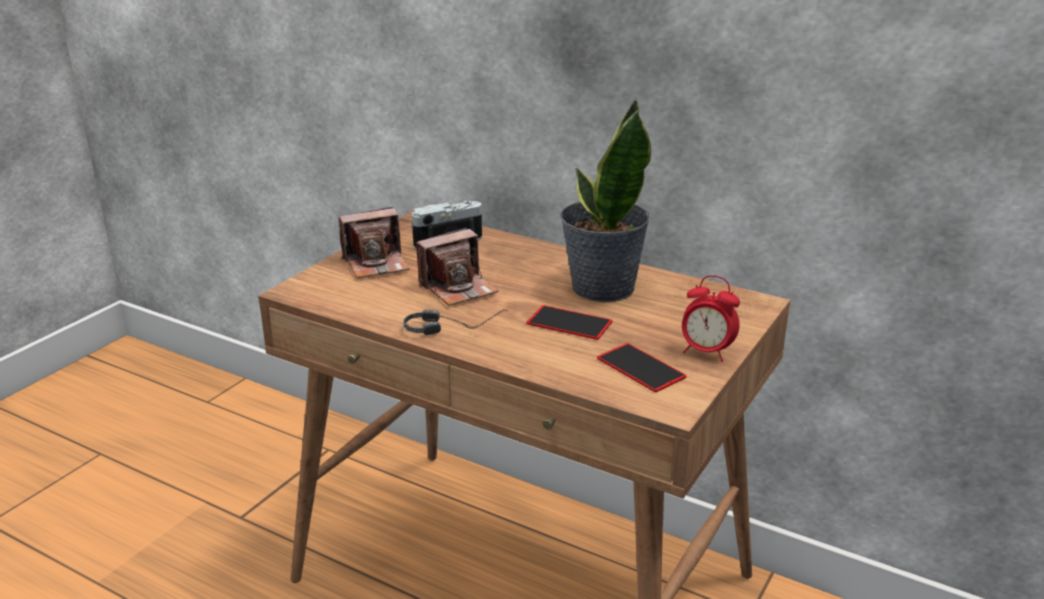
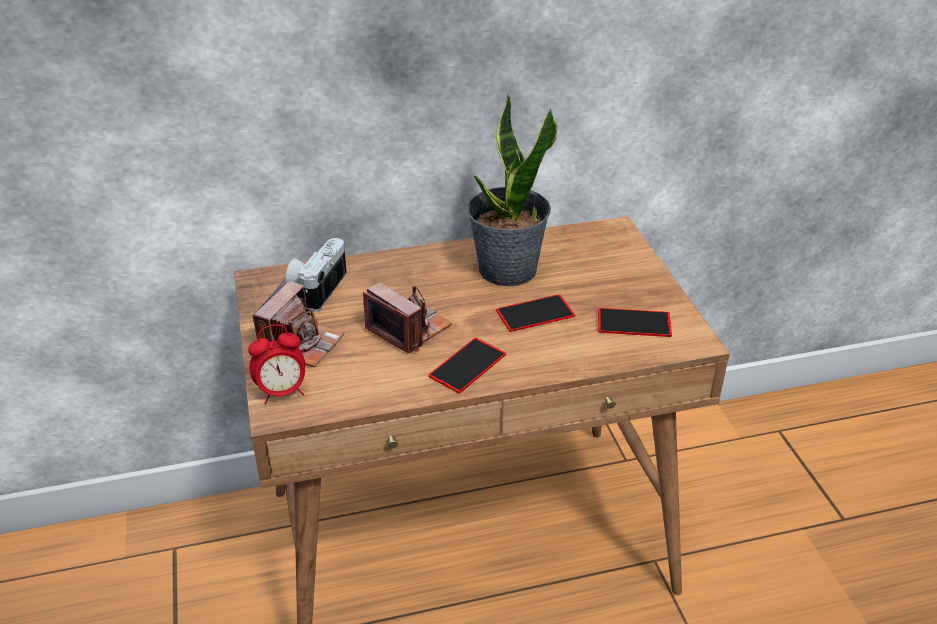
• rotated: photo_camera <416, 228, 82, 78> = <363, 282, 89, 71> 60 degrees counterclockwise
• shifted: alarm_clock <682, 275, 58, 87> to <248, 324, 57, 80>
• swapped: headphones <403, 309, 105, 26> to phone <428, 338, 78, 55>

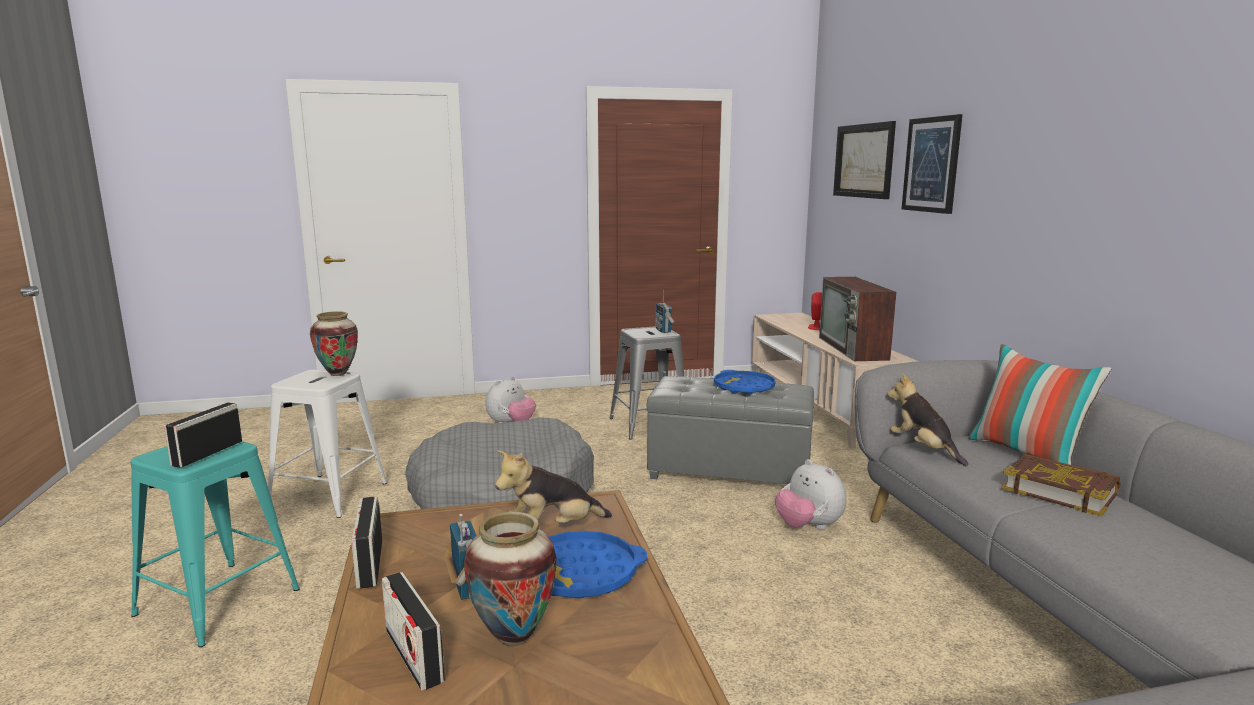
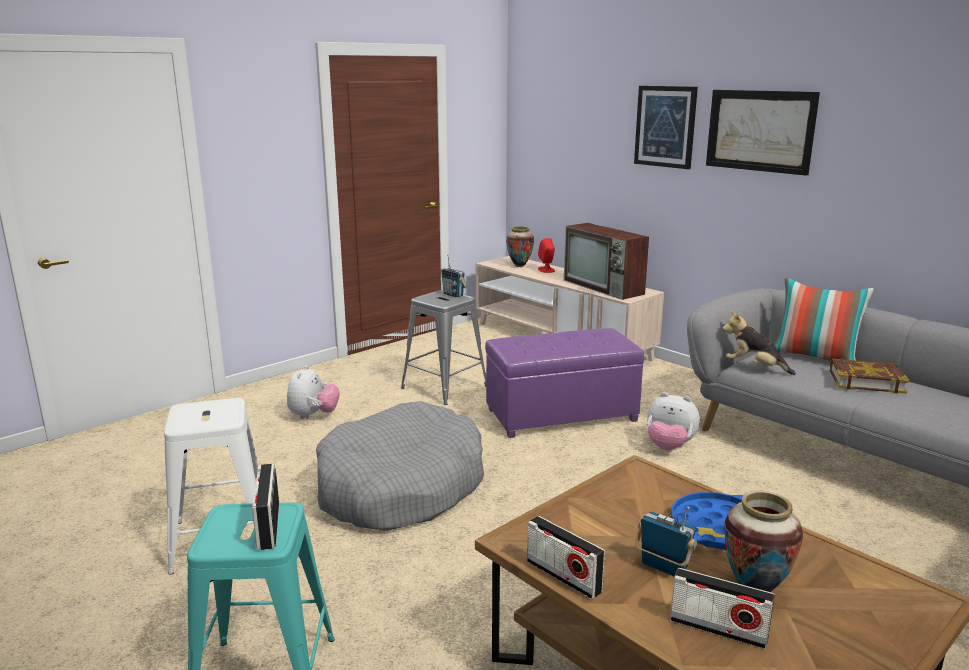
• shifted: picture <833, 121, 63, 78> to <706, 90, 114, 86>
• shifted: vase <310, 311, 48, 65> to <506, 226, 28, 41>
• gone: blue_tray <714, 370, 62, 24>
• repainted: grey_ottoman <647, 376, 167, 108> to purple_ottoman <485, 328, 159, 110>
• gone: plush_toy <495, 450, 117, 73>

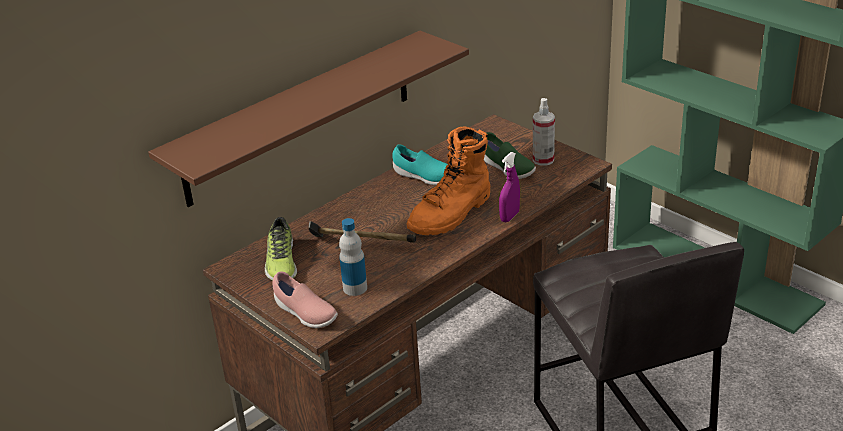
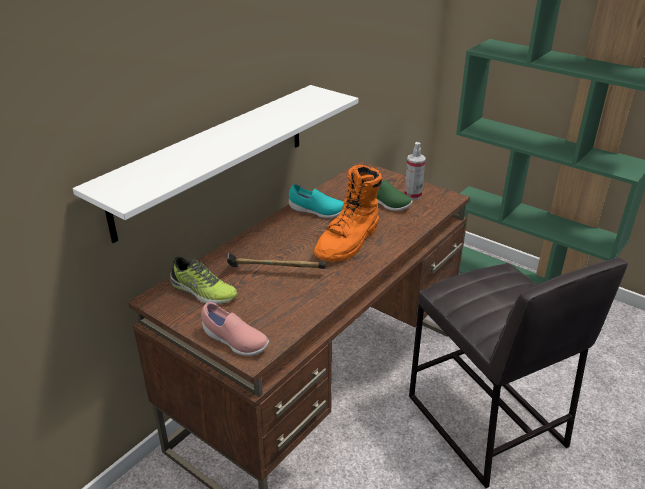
• repainted: brown_shelf <148, 31, 321, 176> to white_shelf <73, 85, 285, 158>
• gone: purple_spray_bottle <499, 152, 21, 70>
• rotated: shoe <265, 217, 32, 64> = <170, 257, 68, 47> 45 degrees counterclockwise
• gone: bottle <339, 218, 28, 78>

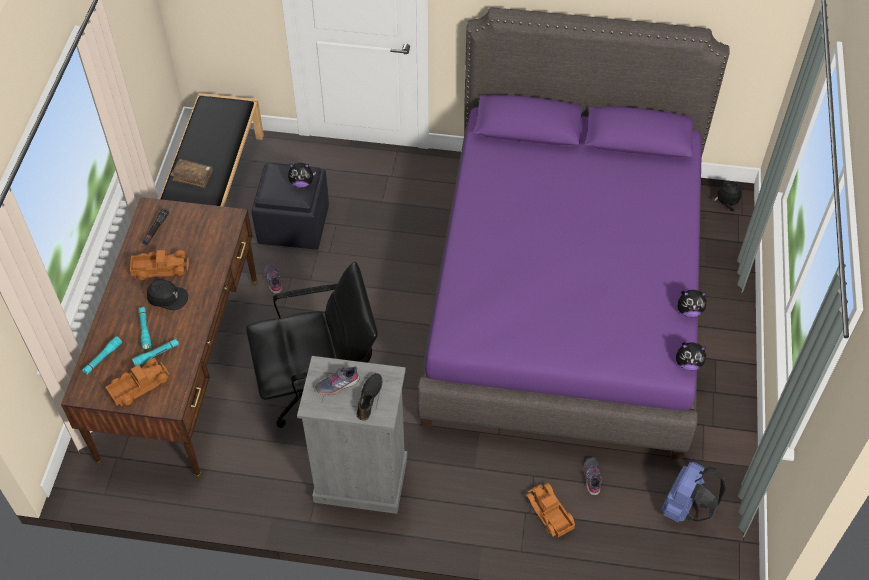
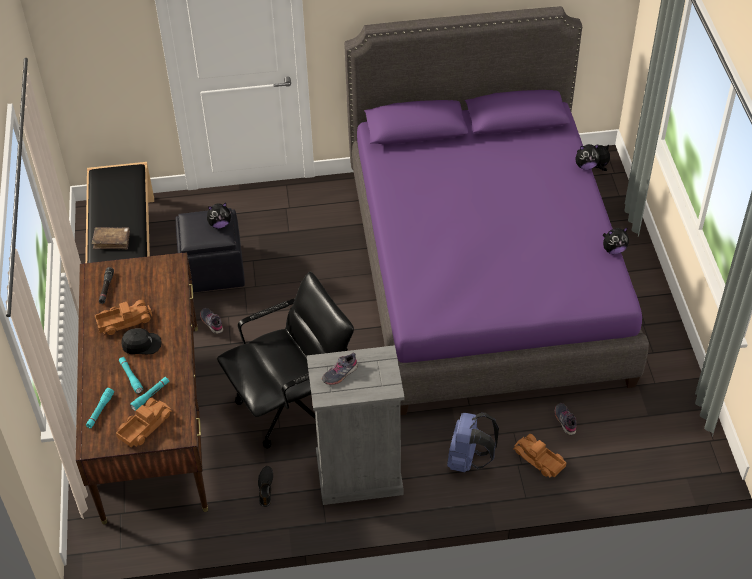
• shifted: plush_toy <676, 342, 32, 28> to <576, 144, 24, 26>
• shifted: black_shoe <357, 373, 25, 47> to <258, 466, 15, 41>
• shifted: blue_backpack <661, 462, 65, 61> to <447, 413, 52, 59>

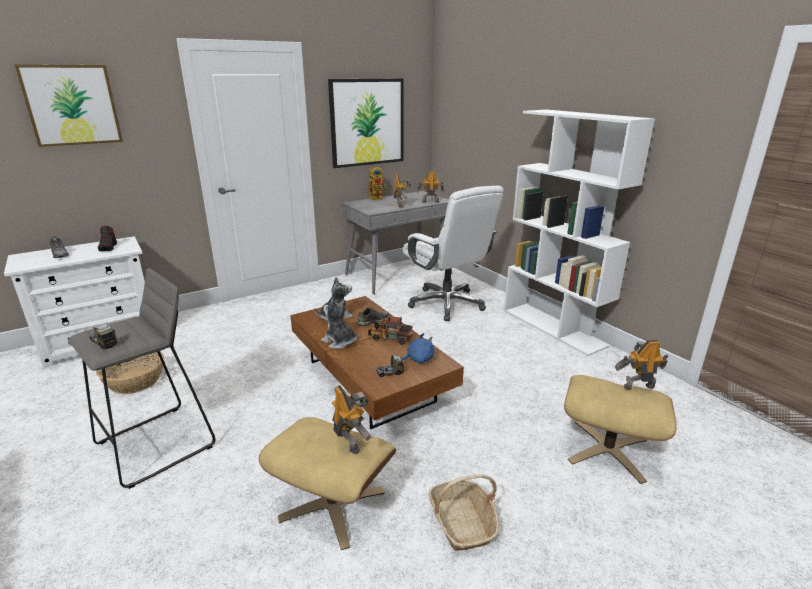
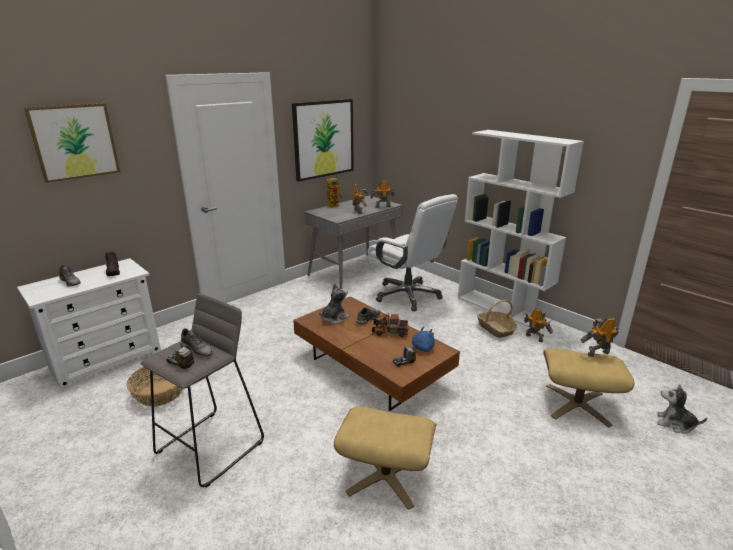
• shifted: plush_toy <321, 299, 36, 50> to <657, 384, 50, 50>
• shifted: toy_robot <332, 385, 40, 69> to <524, 308, 29, 34>
• shifted: basket <429, 474, 70, 77> to <477, 300, 41, 38>
• new: grey_shoe <180, 328, 33, 30>

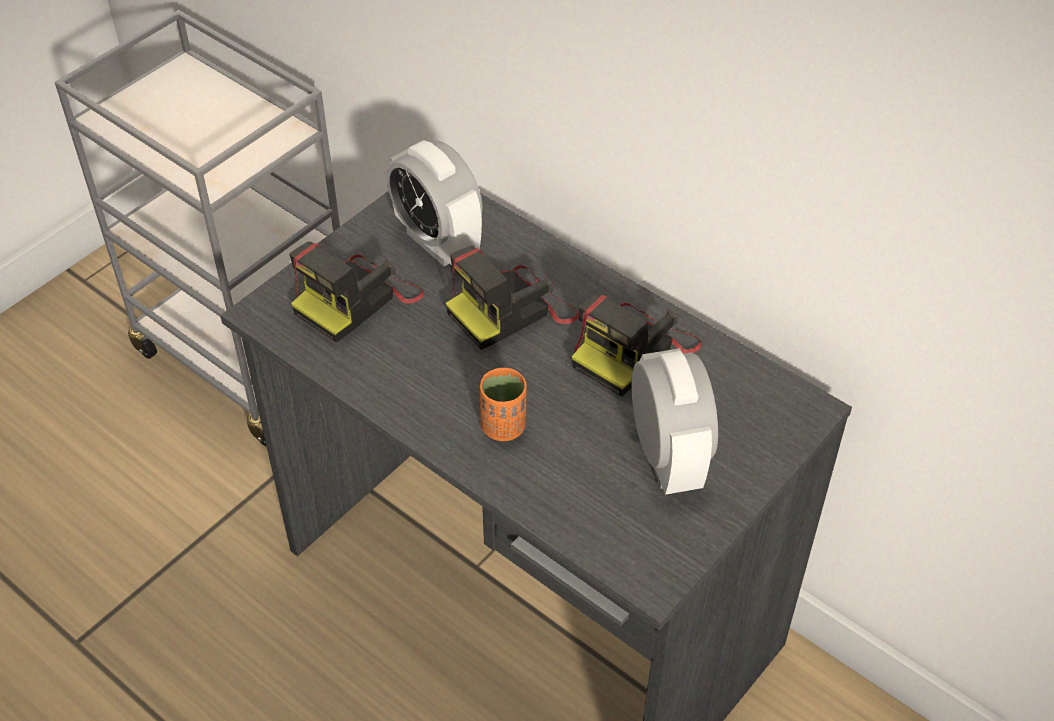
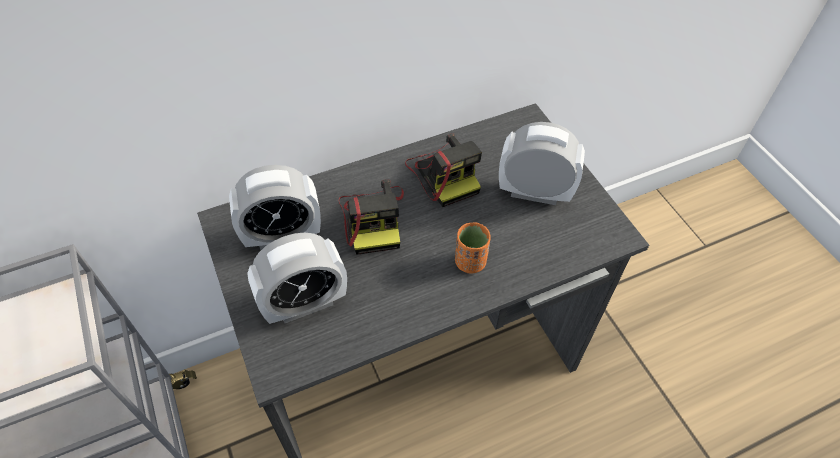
• swapped: photo_camera <289, 241, 135, 102> to alarm_clock <247, 233, 100, 91>

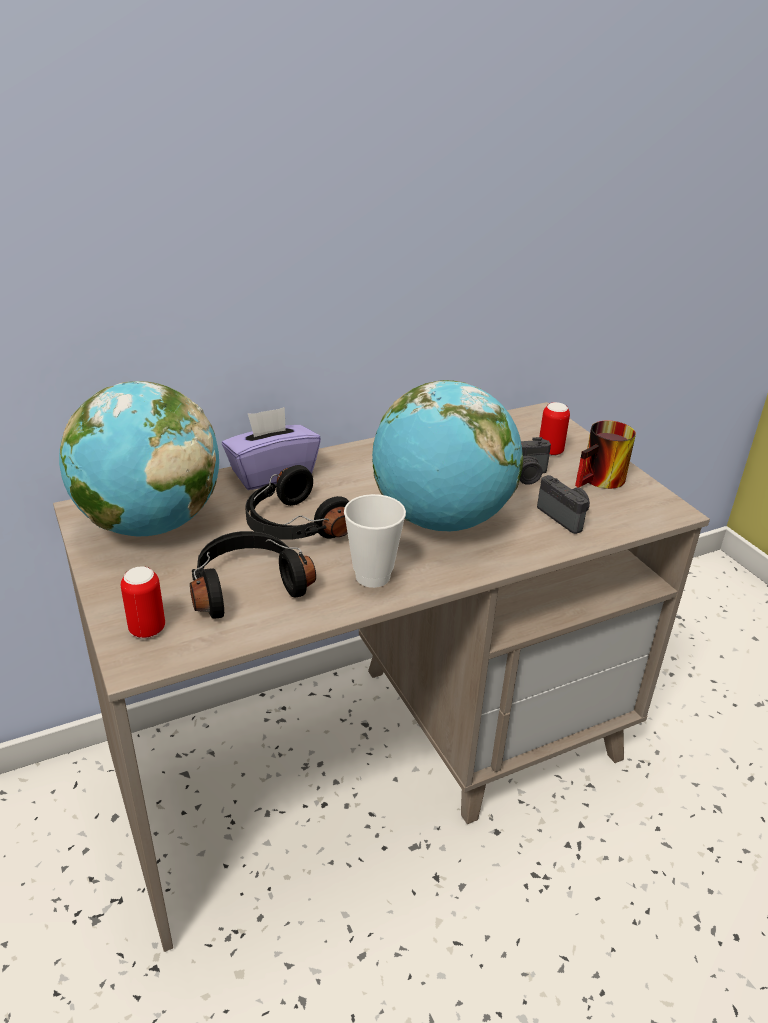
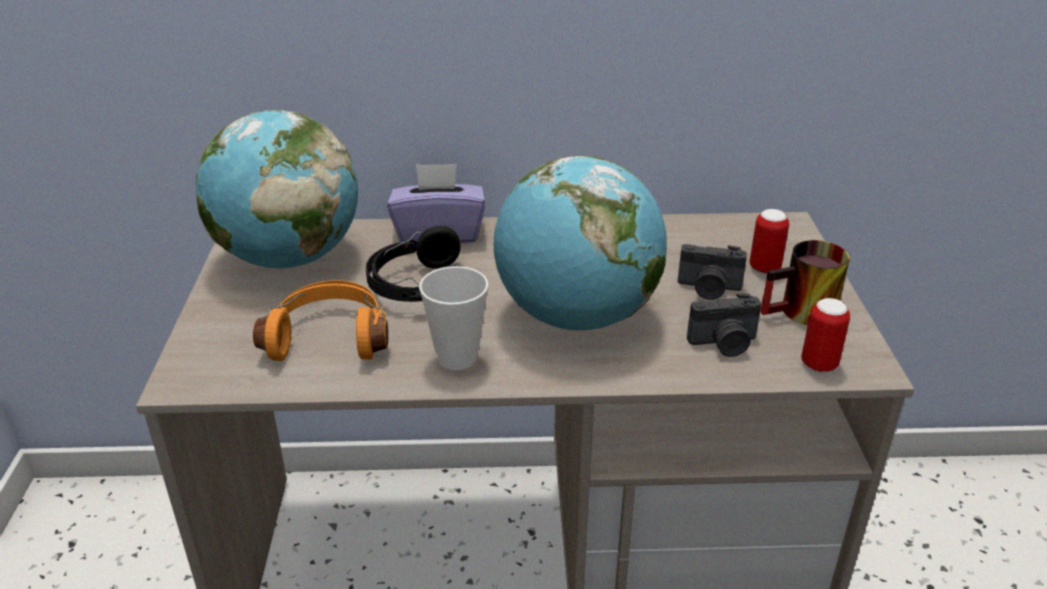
• rotated: photo_camera <537, 475, 53, 59> = <687, 293, 74, 64> 90 degrees clockwise
• repainted: black_headphones <190, 531, 126, 88> to orange_headphones <253, 280, 135, 81>
• shifted: can <121, 567, 44, 72> to <801, 298, 49, 74>

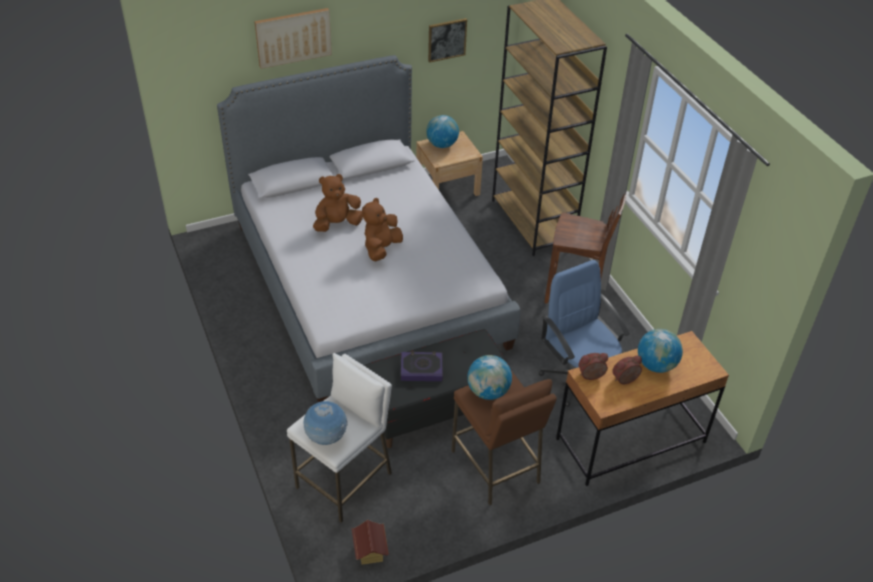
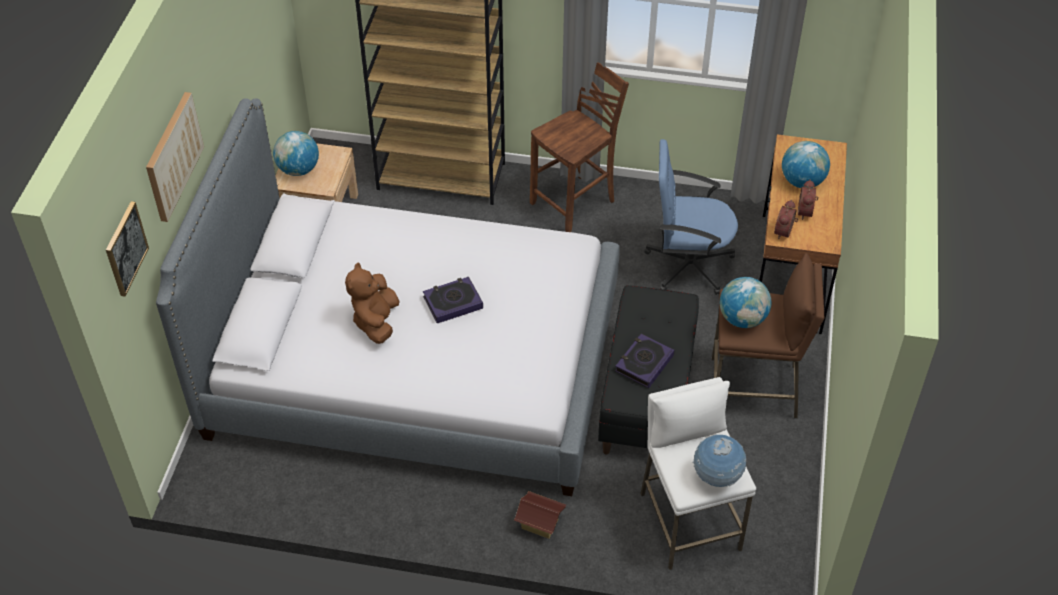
• shifted: picture <428, 18, 39, 45> to <106, 201, 43, 95>
• swapped: brown_plush_toy <362, 198, 41, 63> to book <423, 277, 60, 46>
• shifted: toy_house <352, 520, 37, 45> to <514, 491, 52, 48>

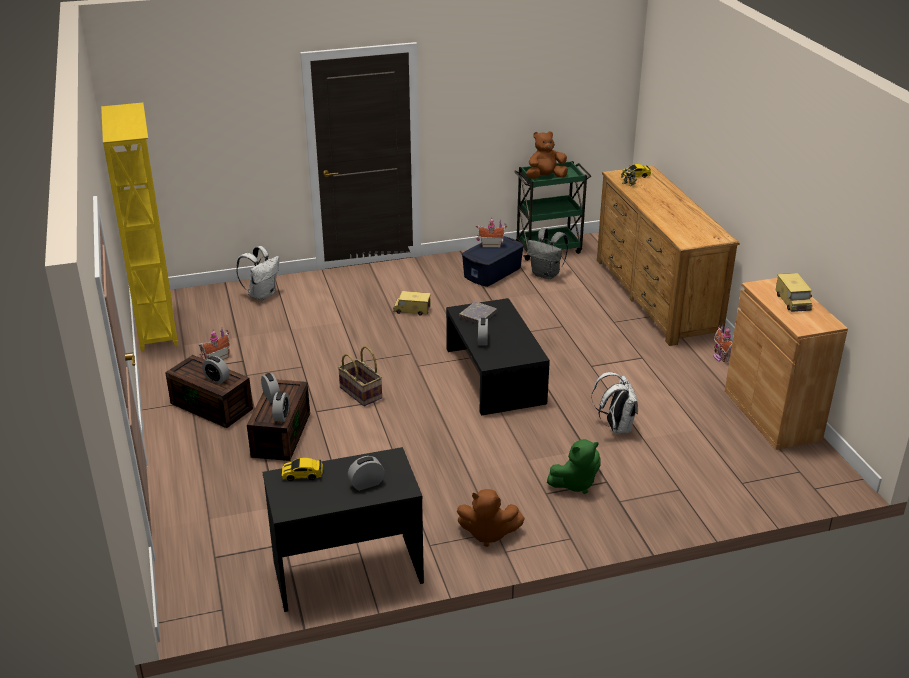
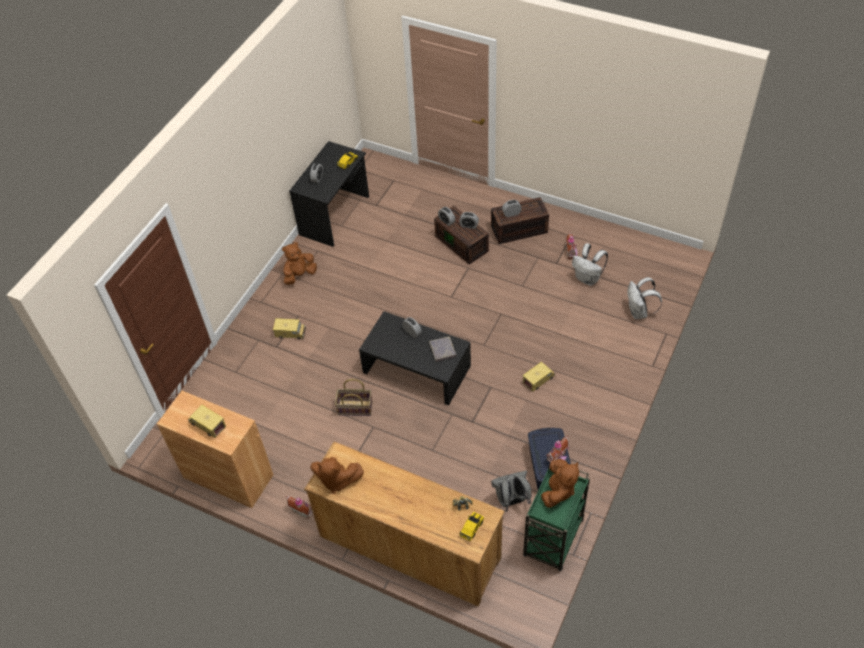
• gone: yellow_bookcase <101, 103, 77, 248>
• shifted: basket <338, 346, 44, 60> to <335, 379, 38, 37>
• shifted: white_backpack <591, 372, 47, 62> to <572, 243, 36, 43>
• swapped: green_plush_toy <547, 439, 54, 55> to toy_truck <273, 318, 33, 22>
• new: brown_plush_toy <310, 457, 54, 37>

